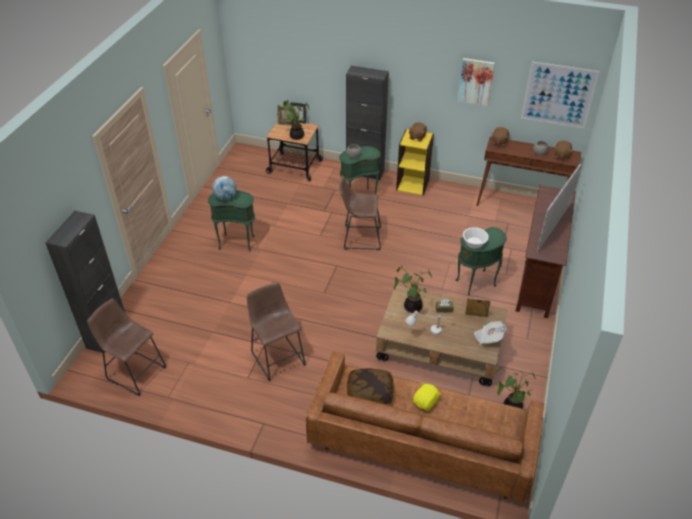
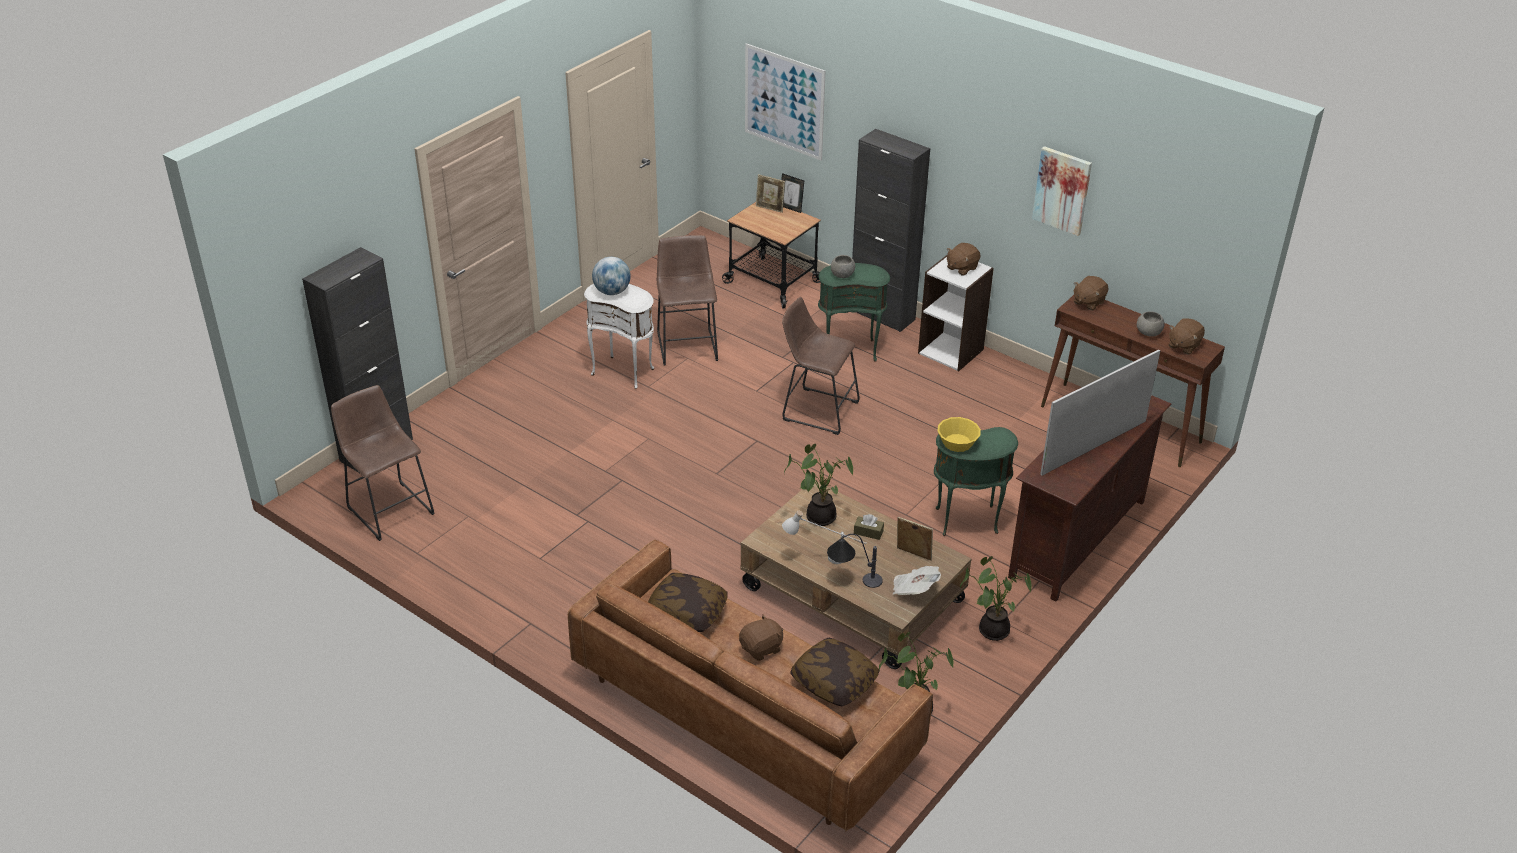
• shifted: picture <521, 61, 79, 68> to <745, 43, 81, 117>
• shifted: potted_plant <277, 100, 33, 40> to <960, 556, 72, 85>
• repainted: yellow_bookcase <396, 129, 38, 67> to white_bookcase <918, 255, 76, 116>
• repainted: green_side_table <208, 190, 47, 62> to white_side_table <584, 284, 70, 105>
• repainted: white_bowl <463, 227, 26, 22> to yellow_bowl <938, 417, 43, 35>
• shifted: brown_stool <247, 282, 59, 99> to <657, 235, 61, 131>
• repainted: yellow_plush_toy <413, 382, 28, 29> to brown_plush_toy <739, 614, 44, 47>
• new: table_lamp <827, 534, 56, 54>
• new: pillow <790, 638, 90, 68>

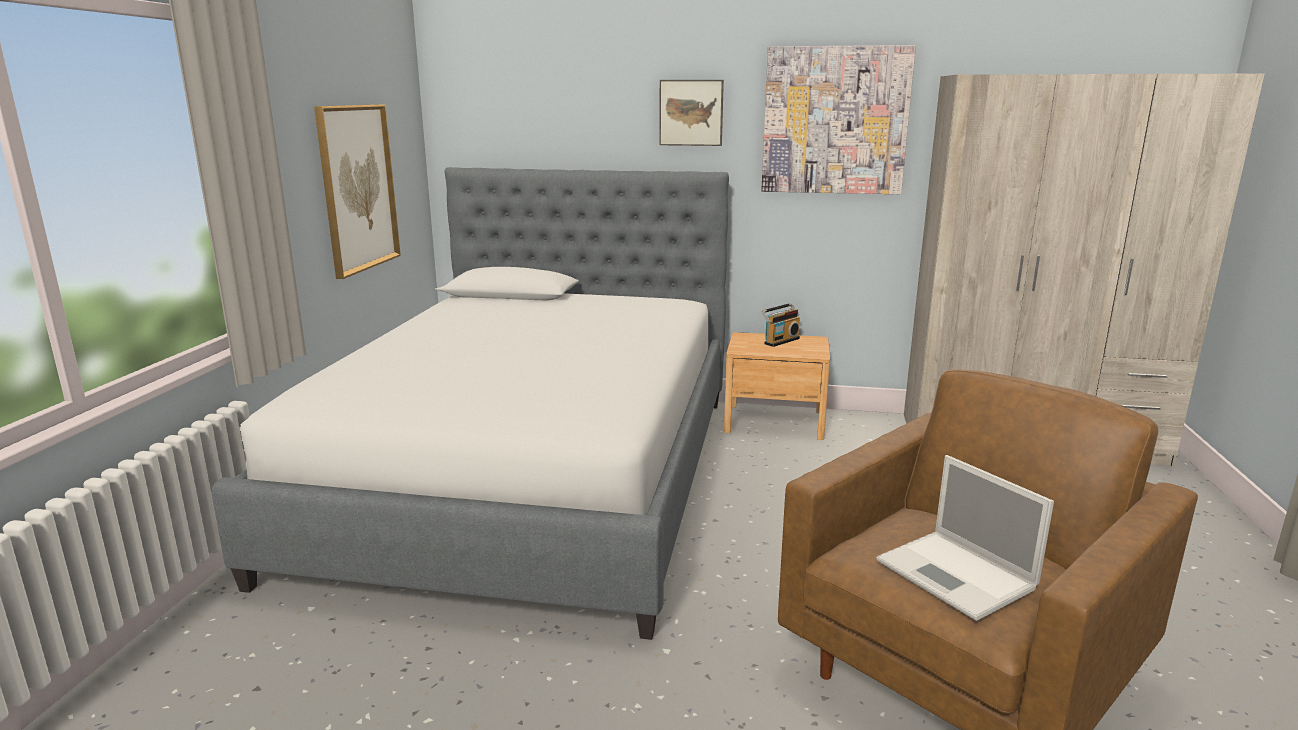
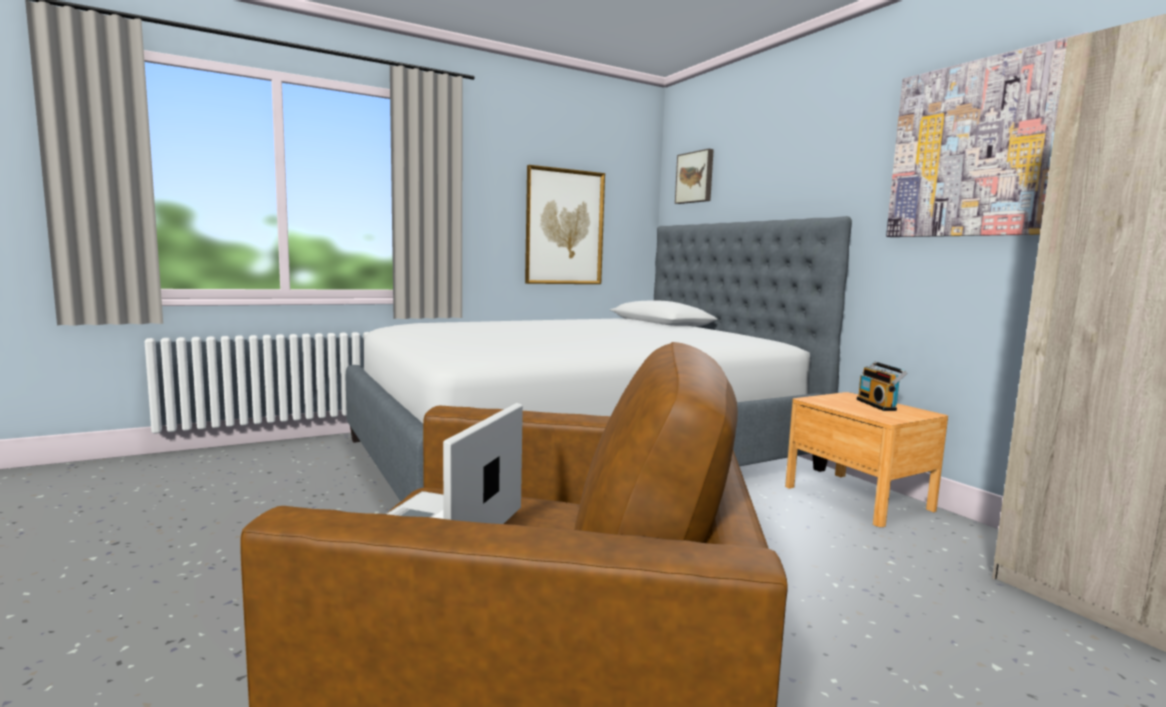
• shifted: picture <659, 80, 65, 66> to <675, 149, 39, 55>
• rotated: radio <761, 303, 39, 44> = <856, 362, 51, 49> 75 degrees clockwise

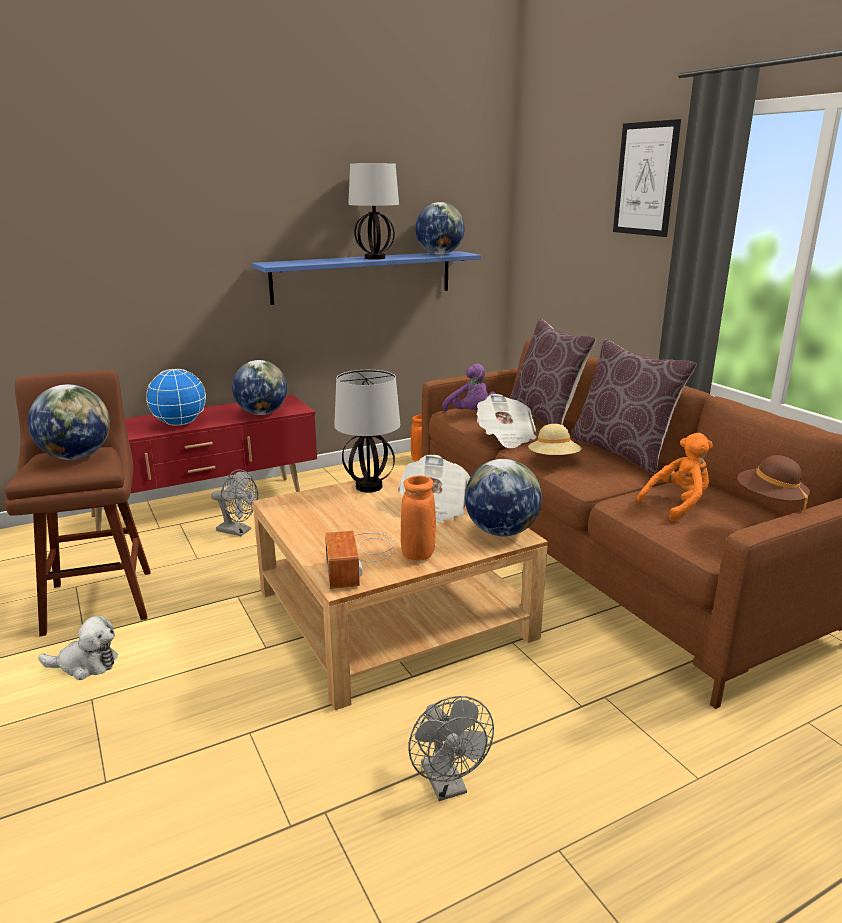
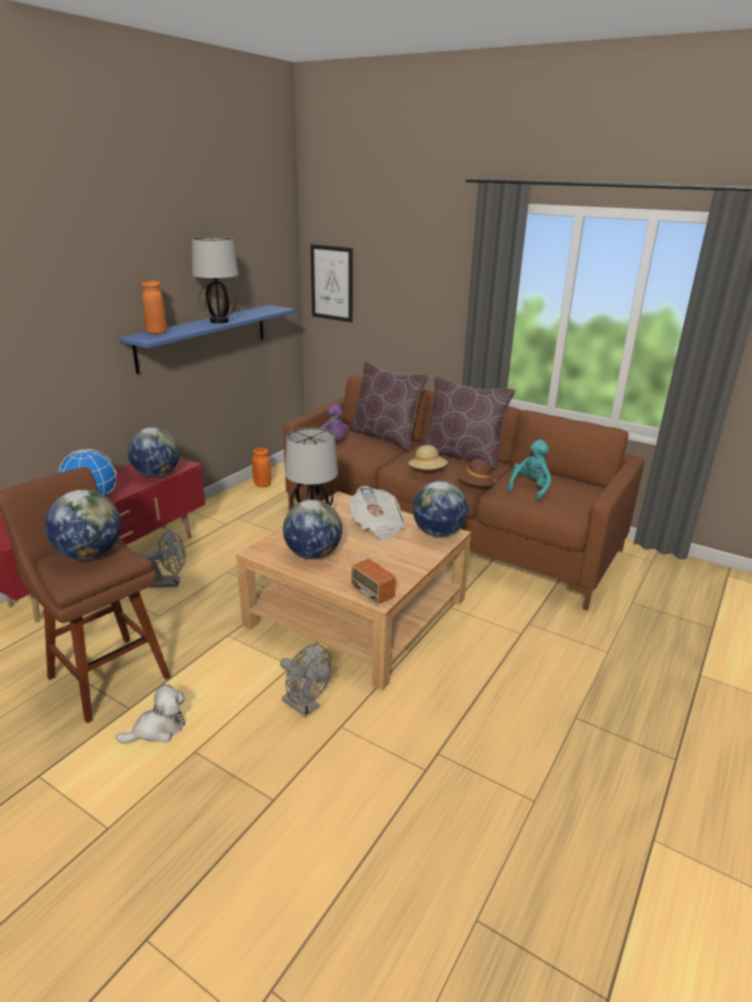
• shifted: picture <613, 119, 68, 118> to <310, 244, 43, 78>
• shifted: globe <415, 202, 50, 53> to <283, 500, 59, 59>
• gone: newspaper <477, 394, 60, 54>
• repainted: orange_plush_toy <636, 433, 77, 89> to turquoise_plush_toy <507, 439, 45, 62>
• shifted: brown_hat <737, 455, 73, 56> to <457, 459, 39, 30>
• shifted: orange_vase <401, 475, 35, 85> to <141, 281, 26, 53>
• shifted: grey_fan <409, 696, 85, 105> to <280, 644, 51, 73>

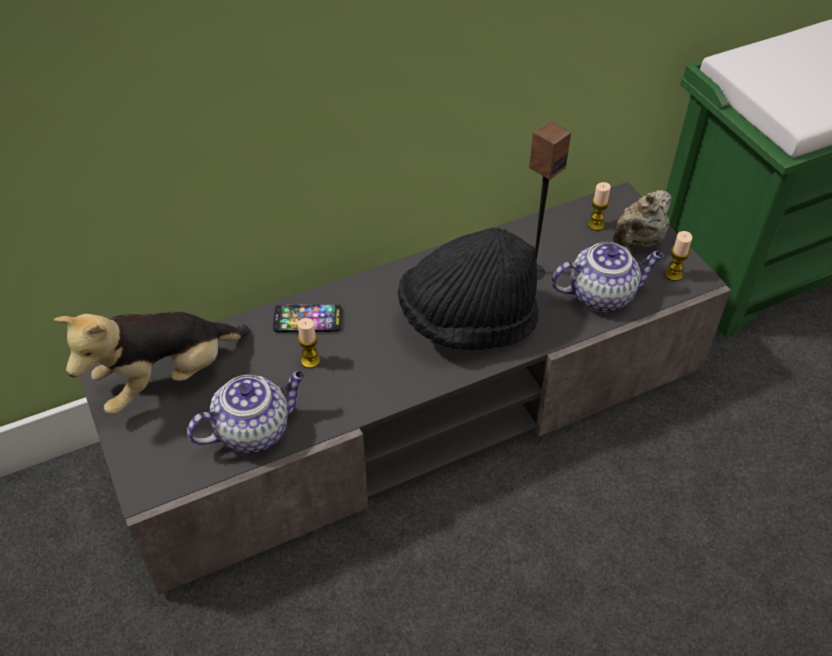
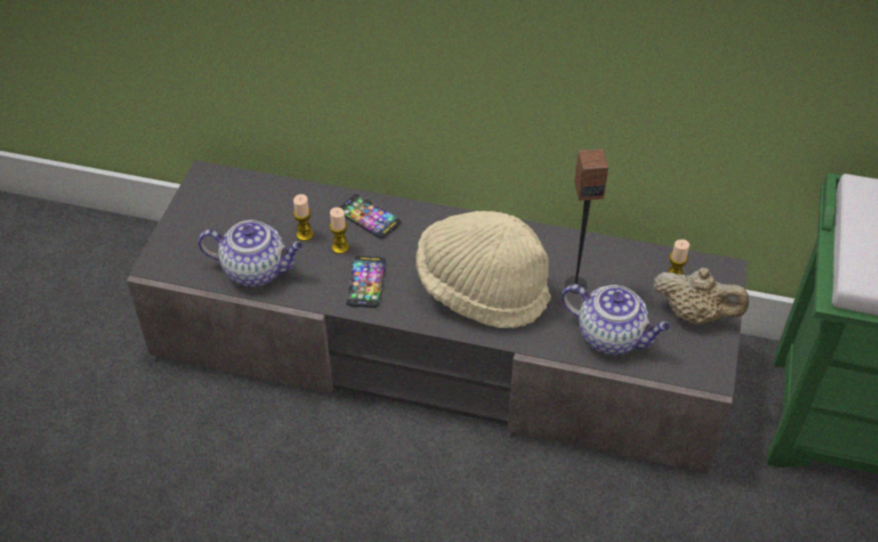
• rotated: beige_teapot <613, 190, 59, 58> = <653, 268, 96, 57> 150 degrees counterclockwise
• repainted: black_hat <398, 228, 141, 122> to beige_hat <416, 211, 135, 117>
• shifted: candle <665, 231, 27, 50> to <293, 194, 20, 47>
• gone: plush_toy <54, 312, 196, 103>
• new: phone <346, 256, 40, 52>

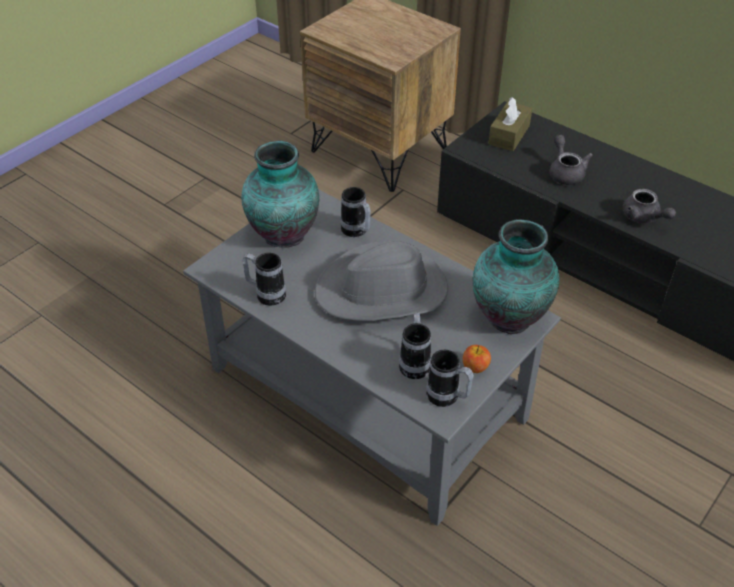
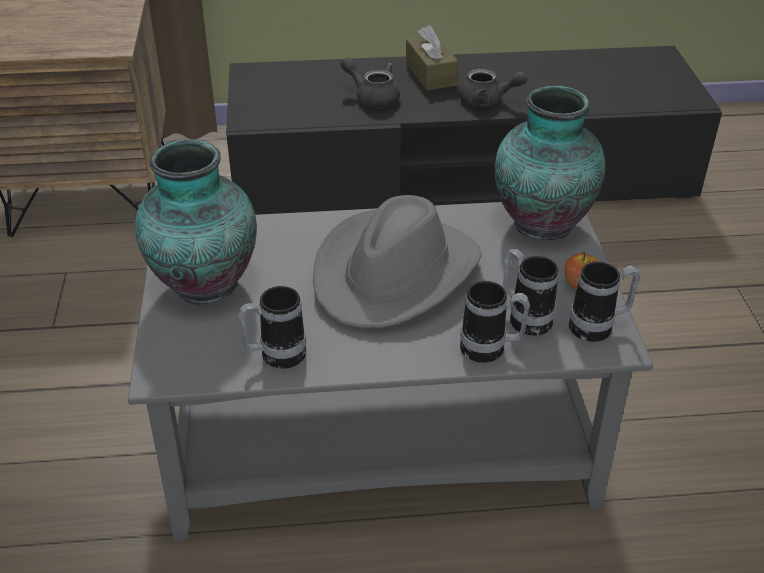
• shifted: brown_tissue_box <488, 97, 44, 54> to <406, 25, 53, 66>
• shifted: mug <340, 187, 31, 50> to <460, 281, 70, 82>

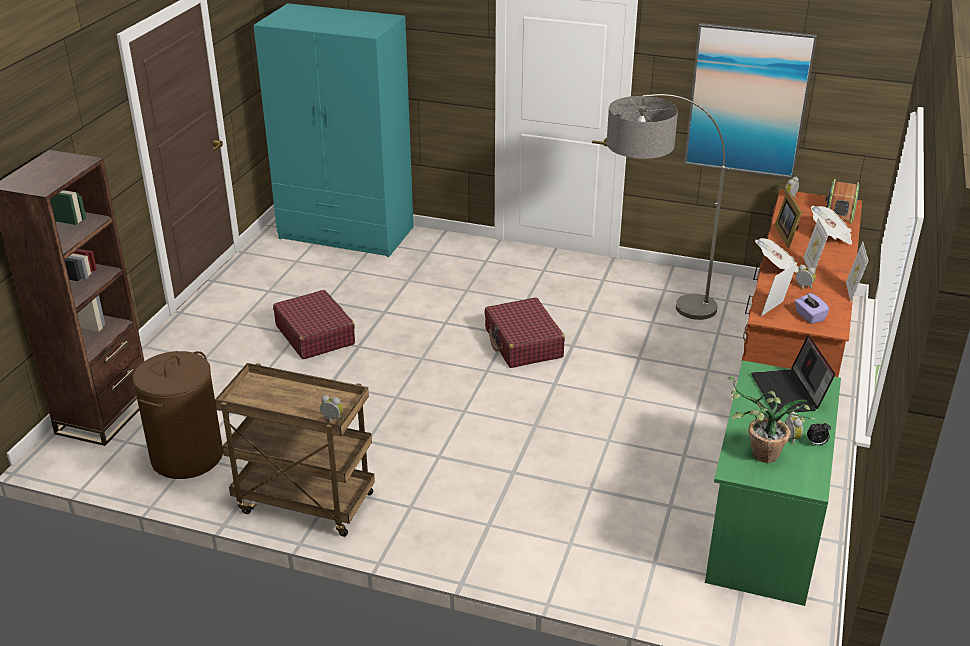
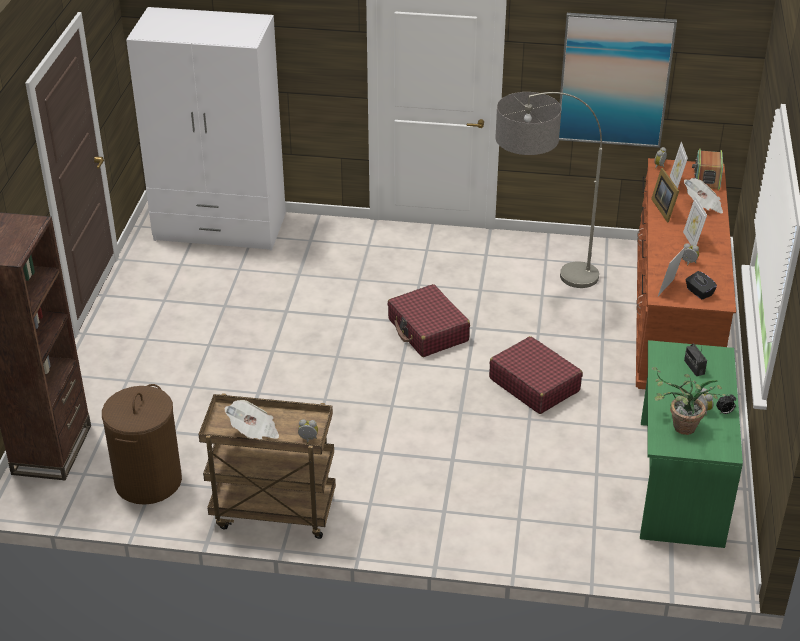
• repainted: turquoise_wardrobe <253, 3, 161, 254> to white_wardrobe <126, 7, 160, 244>
• shifted: newspaper <755, 238, 44, 35> to <225, 400, 54, 40>
• shifted: picture_frame <846, 241, 23, 61> to <670, 142, 18, 46>
• shifted: red_suitcase <273, 290, 82, 69> to <489, 336, 94, 78>
• repainted: purple_tissue_box <795, 293, 34, 31> to black_tissue_box <686, 271, 31, 28>
• swapped: laptop <751, 335, 84, 79> to radio <684, 343, 23, 33>

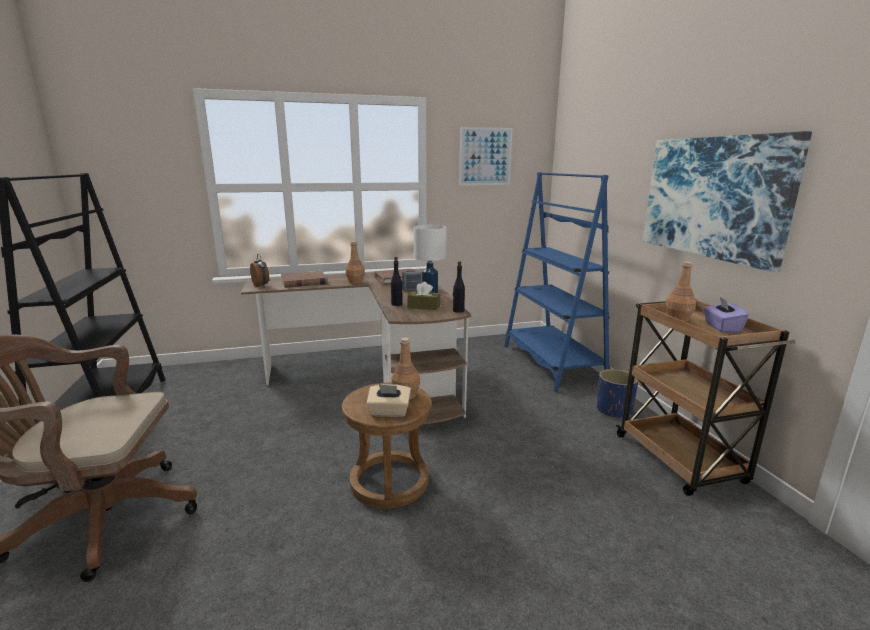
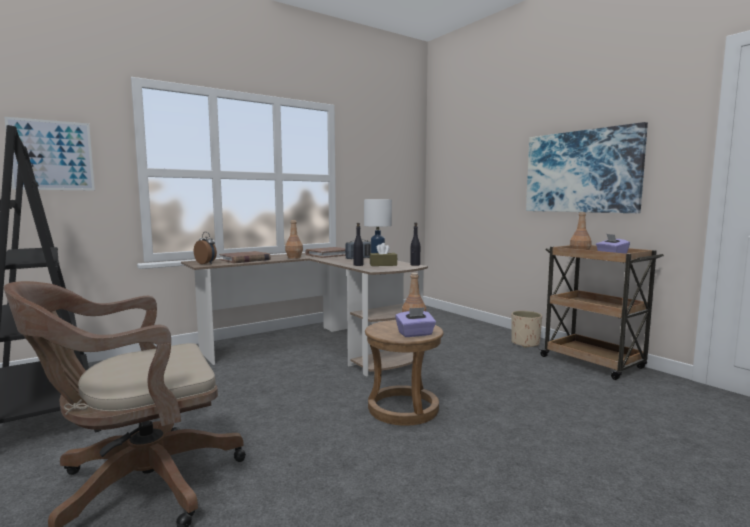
• shifted: picture <459, 127, 54, 58> to <4, 117, 91, 74>
• gone: blue_bookcase <504, 172, 106, 220>
• repainted: blue_planter <597, 369, 41, 49> to beige_planter <511, 311, 31, 37>
• repainted: beige_tissue_box <366, 384, 45, 33> to purple_tissue_box <395, 307, 41, 30>

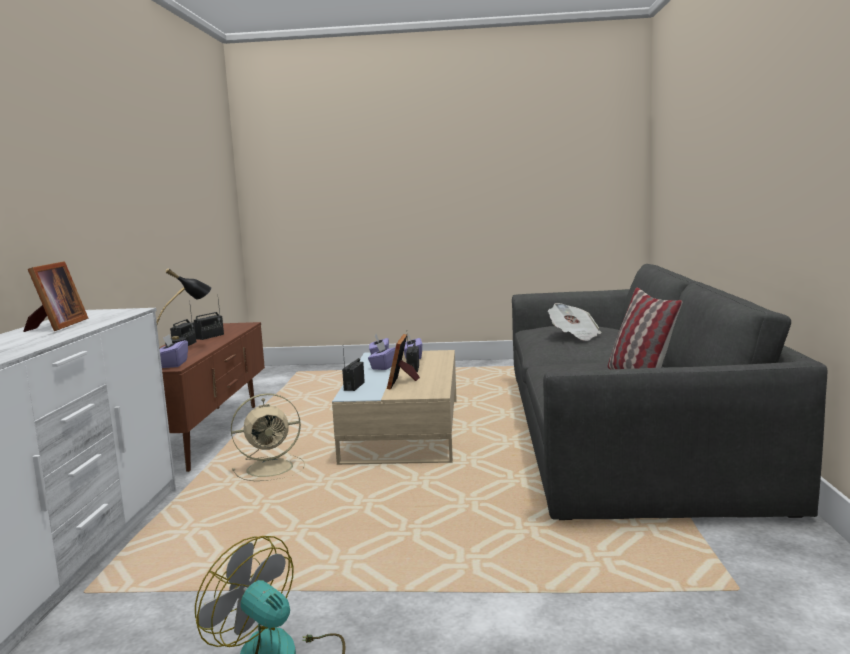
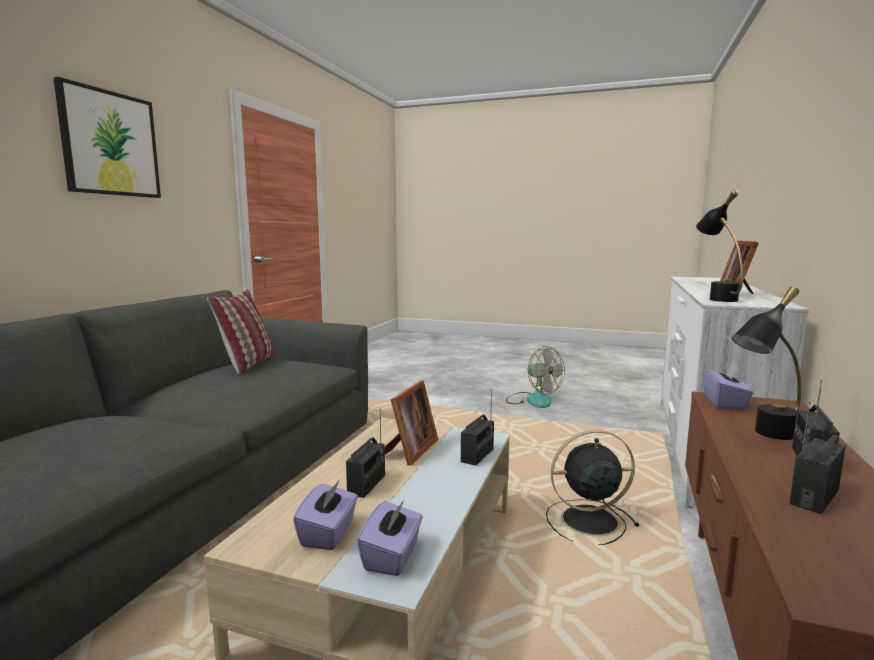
• gone: newspaper <548, 303, 54, 38>
• gone: purple_tissue_box <368, 342, 28, 28>
• repainted: beige_fan <231, 393, 74, 88> to black_fan <546, 430, 94, 115>
• new: picture <53, 77, 108, 121>
• new: black_table_lamp <696, 190, 47, 112>

